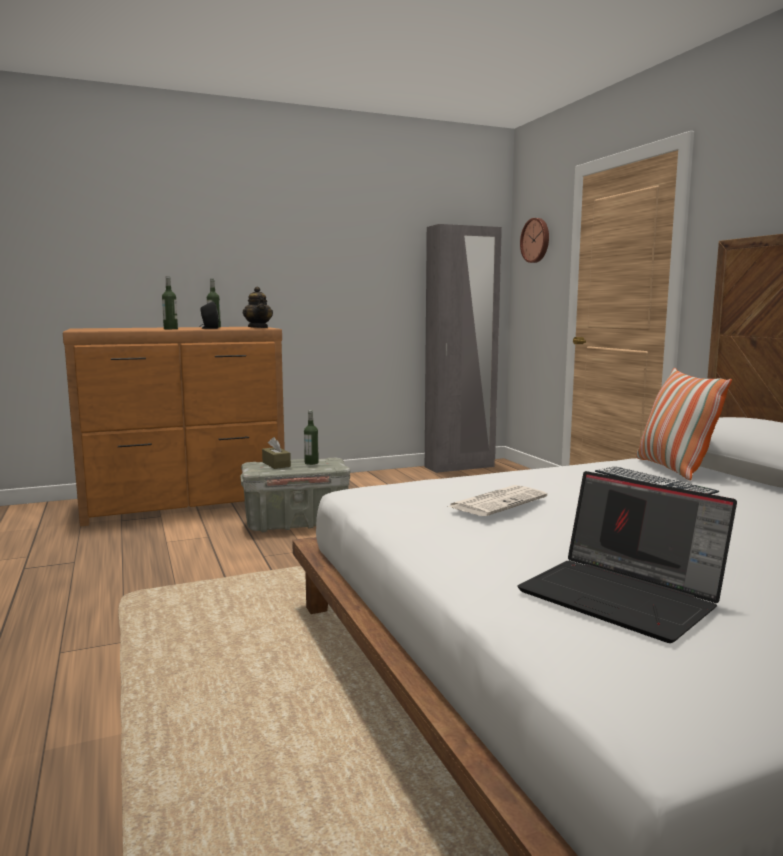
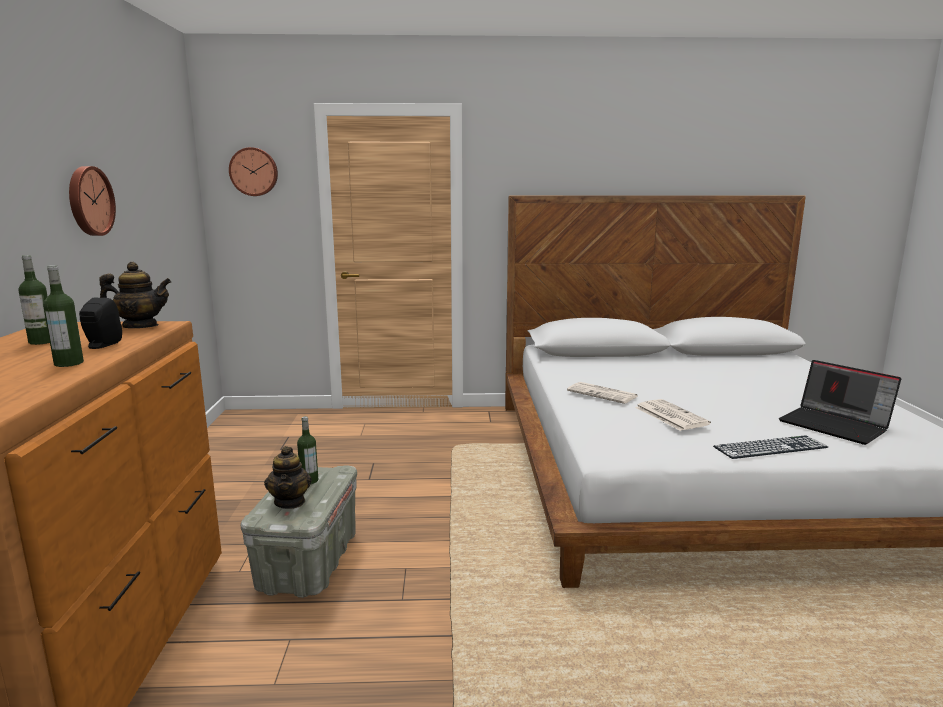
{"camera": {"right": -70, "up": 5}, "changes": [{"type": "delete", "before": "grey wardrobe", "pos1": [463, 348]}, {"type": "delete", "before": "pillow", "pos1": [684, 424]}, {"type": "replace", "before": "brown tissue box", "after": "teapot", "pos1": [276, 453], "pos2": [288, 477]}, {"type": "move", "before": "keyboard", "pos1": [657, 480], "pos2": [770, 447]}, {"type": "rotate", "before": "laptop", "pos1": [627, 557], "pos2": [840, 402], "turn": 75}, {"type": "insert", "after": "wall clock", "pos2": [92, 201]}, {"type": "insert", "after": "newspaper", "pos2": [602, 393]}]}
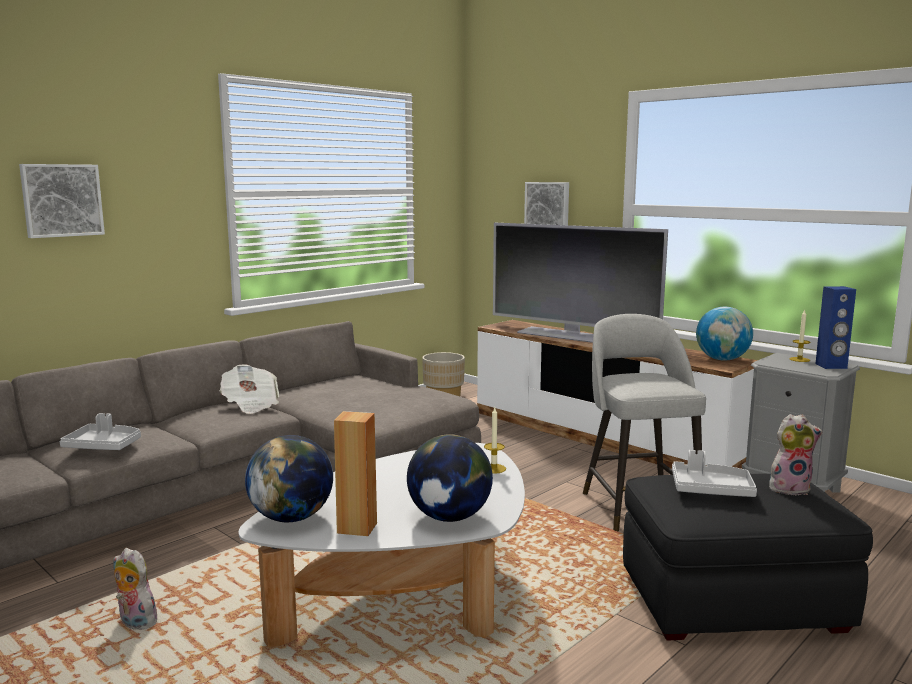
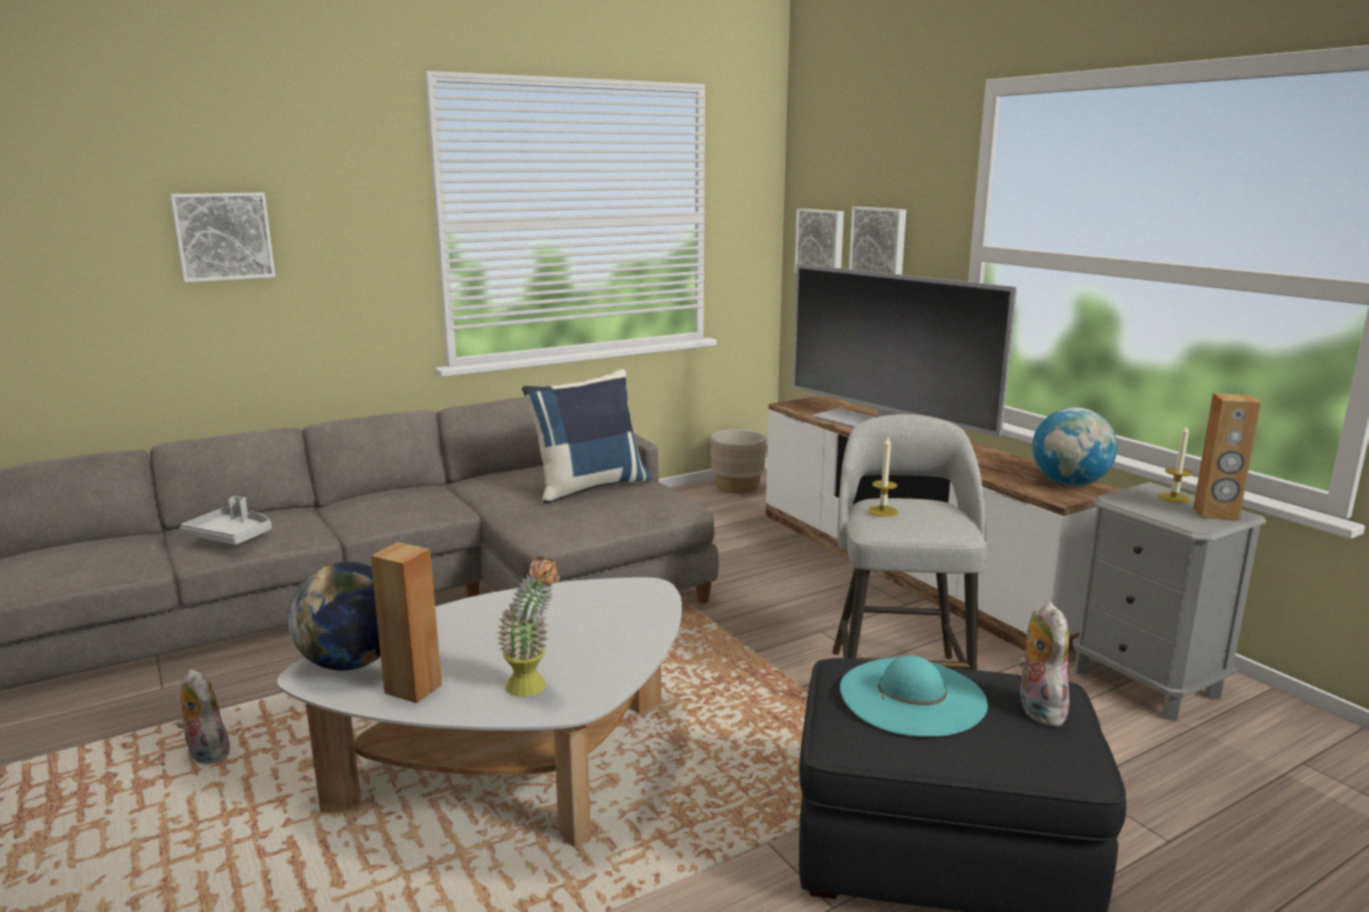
{"camera": {"right": 15, "up": 5}, "changes": [{"type": "recolor", "before": "blue speaker", "after": "brown speaker", "pos1": [835, 327], "pos2": [1227, 457]}, {"type": "delete", "before": "newspaper", "pos1": [249, 389]}, {"type": "move", "before": "candle", "pos1": [495, 441], "pos2": [883, 477]}, {"type": "rotate", "before": "plush toy", "pos1": [796, 454], "pos2": [1043, 664], "turn": -105}, {"type": "replace", "before": "globe", "after": "potted plant", "pos1": [450, 478], "pos2": [528, 627]}, {"type": "replace", "before": "grey tray", "after": "turquoise hat", "pos1": [714, 473], "pos2": [914, 696]}, {"type": "insert", "after": "picture", "pos2": [819, 241]}, {"type": "insert", "after": "blue pillow", "pos2": [587, 436]}]}
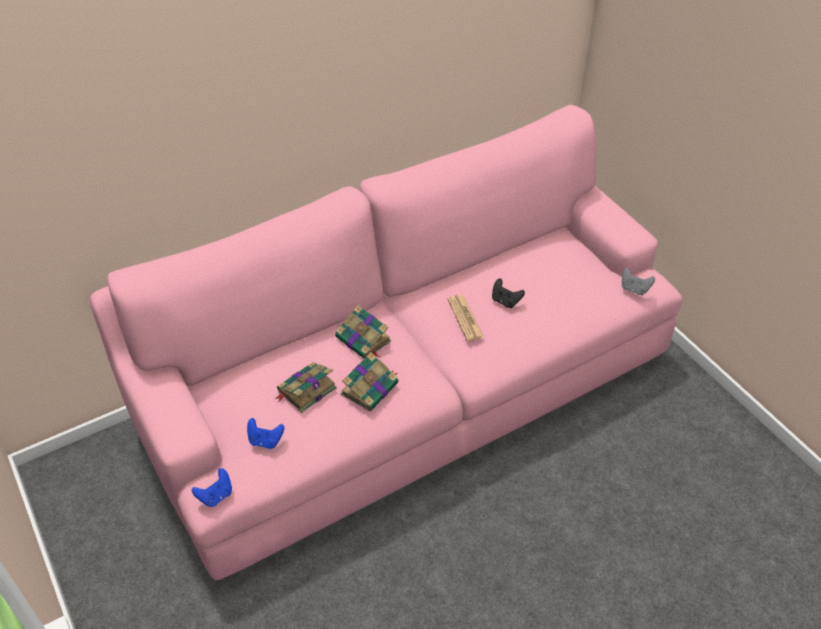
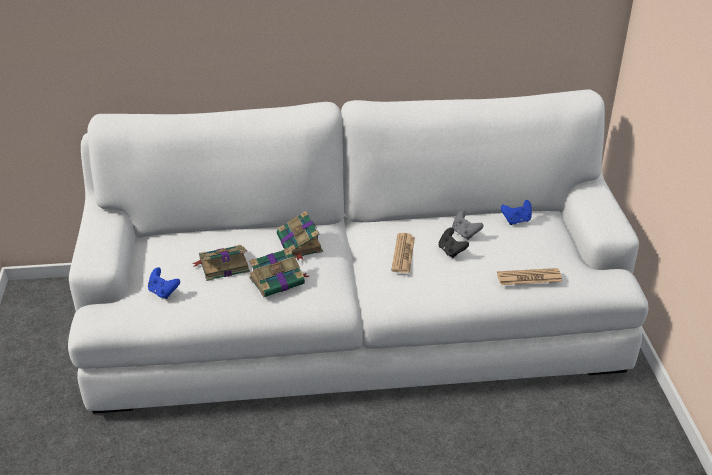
{"camera": {"right": 25, "up": -10}, "changes": [{"type": "recolor", "before": "pink sofa", "after": "white sofa", "pos1": [386, 342], "pos2": [358, 251]}, {"type": "move", "before": "grey game controller", "pos1": [638, 281], "pos2": [467, 225]}, {"type": "move", "before": "blue game controller", "pos1": [212, 487], "pos2": [516, 212]}, {"type": "insert", "after": "newspaper", "pos2": [529, 276]}]}
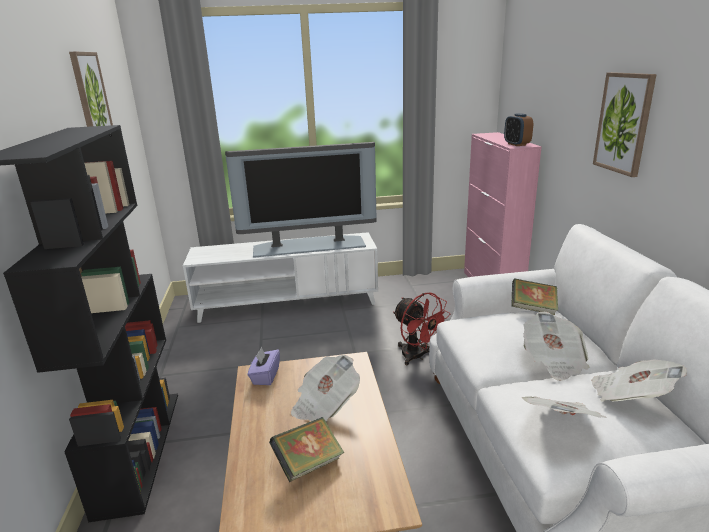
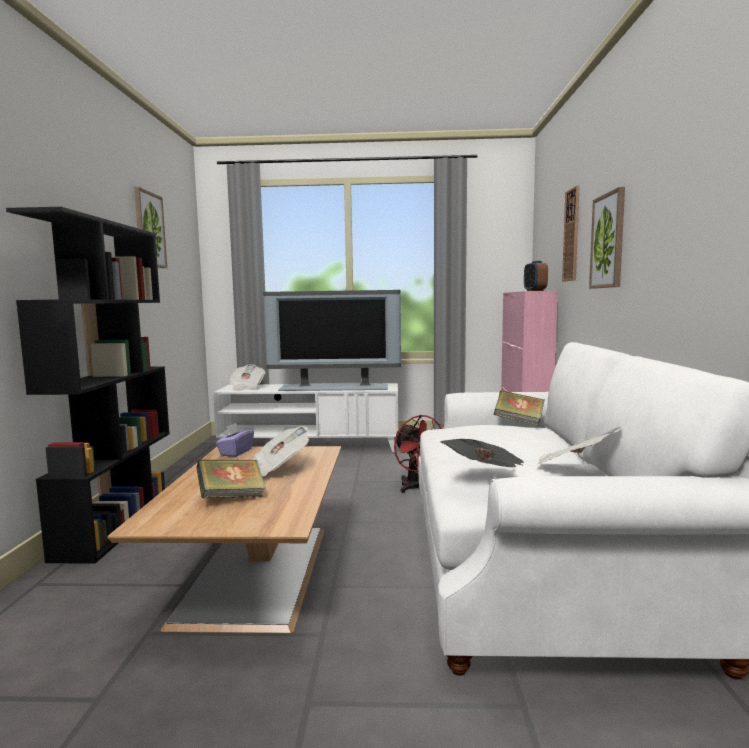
{"camera": {"right": 10, "up": -15}, "changes": [{"type": "move", "before": "newspaper", "pos1": [556, 346], "pos2": [247, 377]}, {"type": "insert", "after": "wall clock", "pos2": [571, 233]}]}
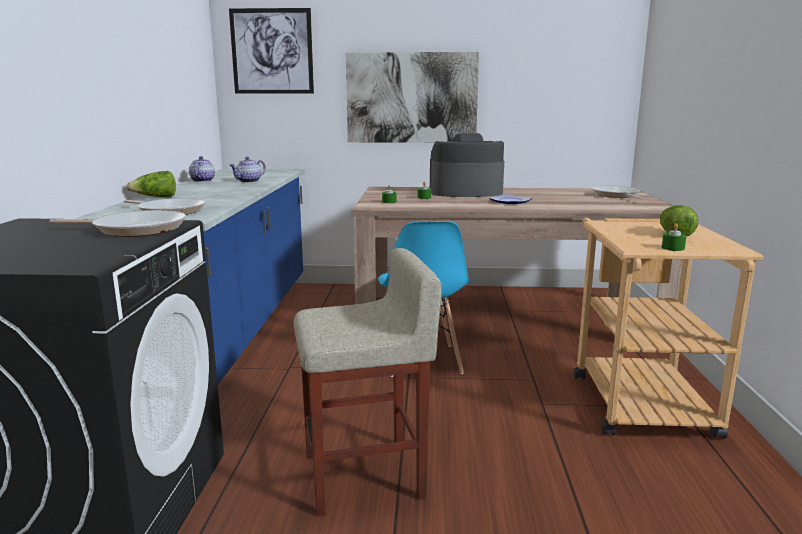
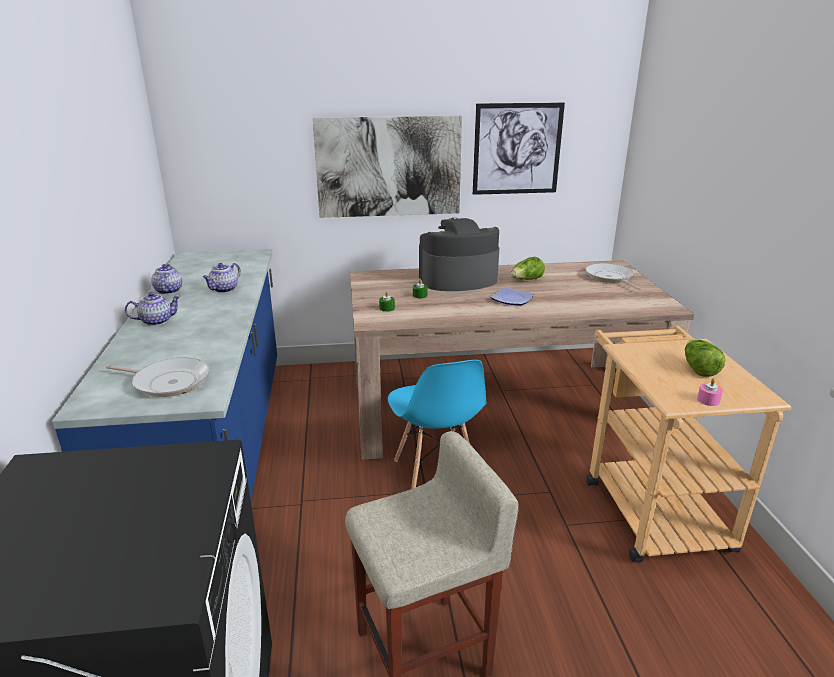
{"camera": {"right": -10, "up": 10}, "changes": [{"type": "move", "before": "picture", "pos1": [271, 51], "pos2": [519, 149]}, {"type": "move", "before": "lettuce", "pos1": [151, 184], "pos2": [527, 268]}, {"type": "delete", "before": "frying pan", "pos1": [117, 223]}, {"type": "recolor", "before": "green candle", "after": "pink candle", "pos1": [674, 237], "pos2": [710, 392]}, {"type": "insert", "after": "teapot", "pos2": [153, 309]}]}
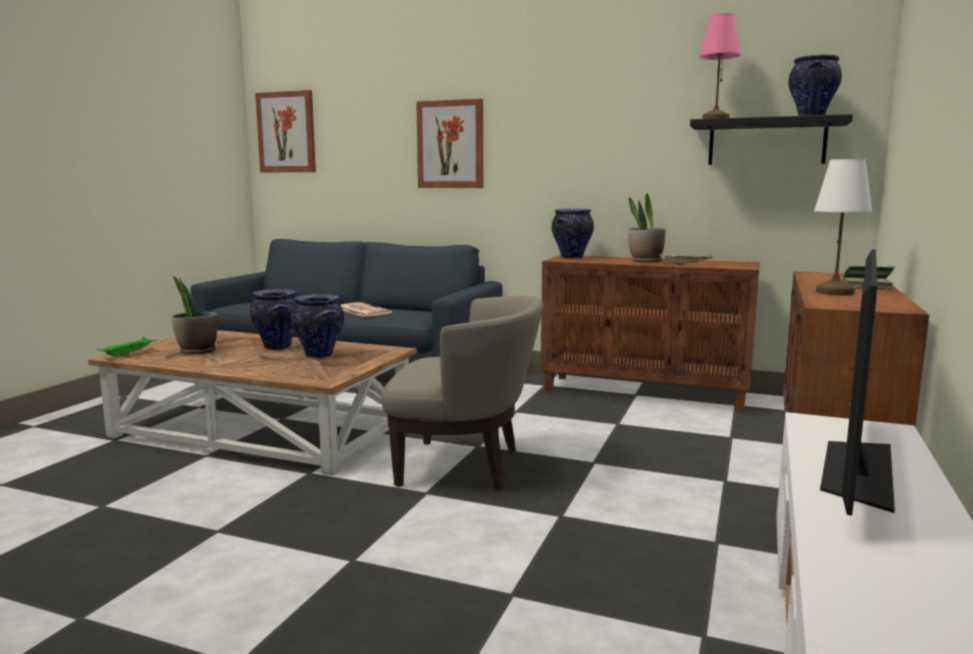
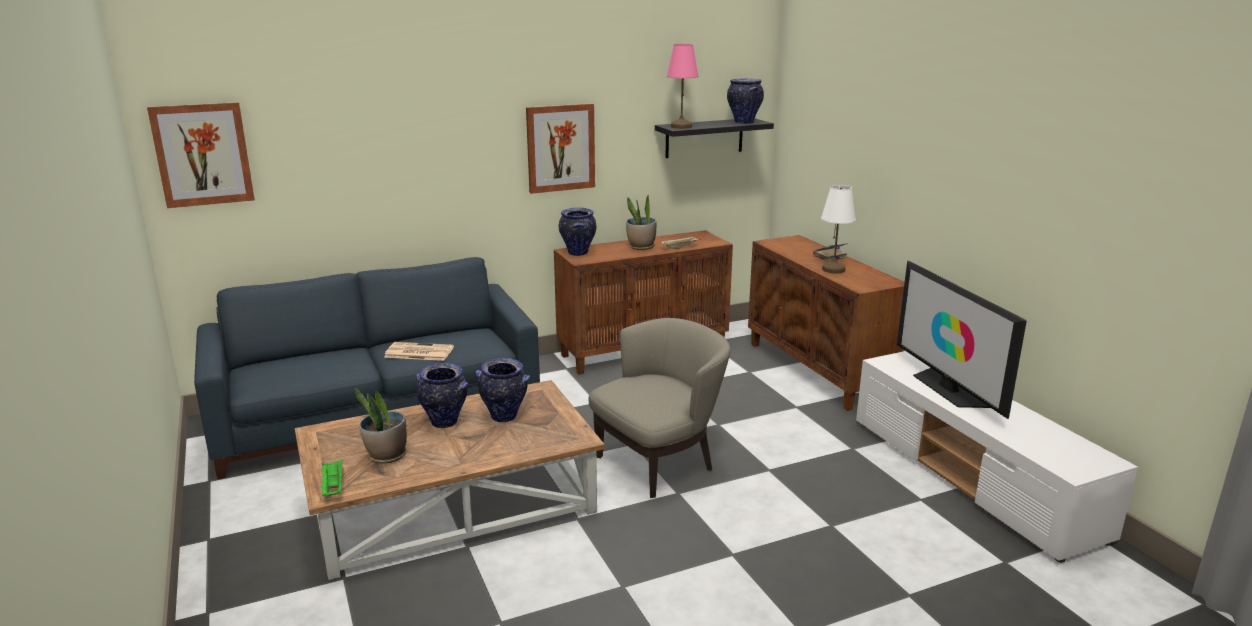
{"camera": {"right": -45, "up": 10}, "changes": [{"type": "move", "before": "picture", "pos1": [449, 143], "pos2": [560, 148]}]}
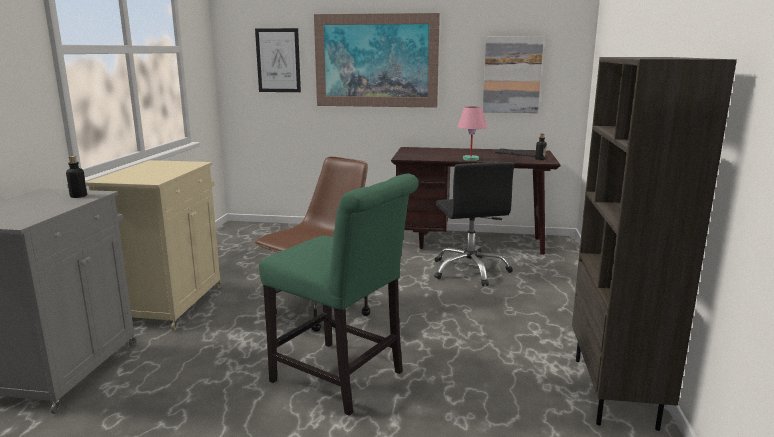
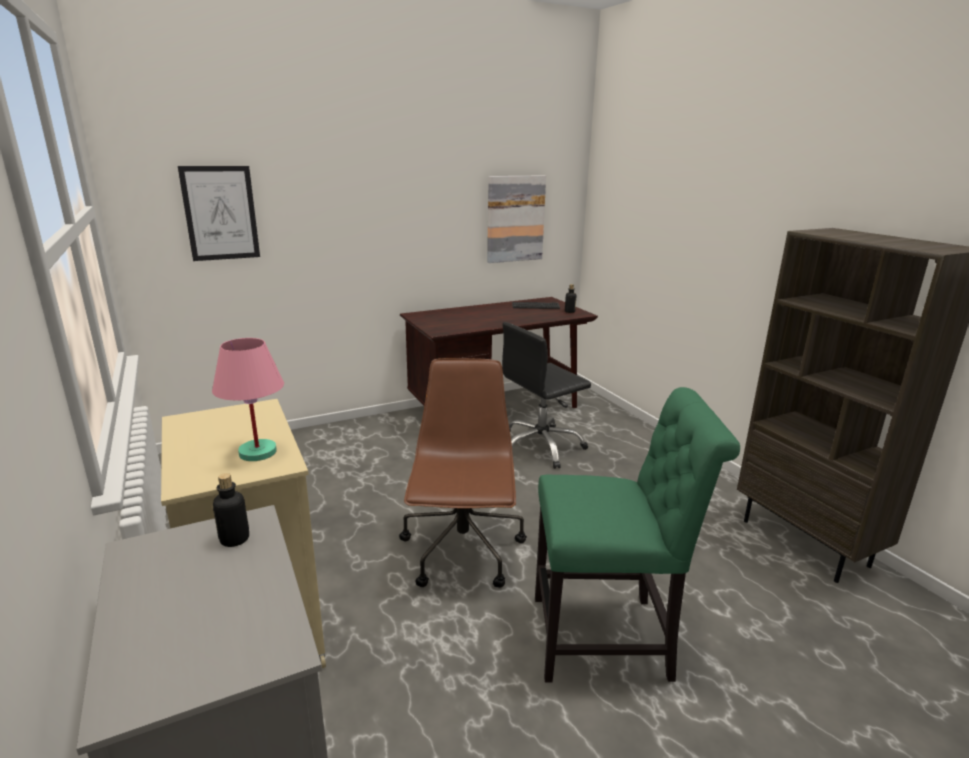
{"camera": {"right": -35, "up": 5}, "changes": [{"type": "delete", "before": "picture", "pos1": [377, 60]}, {"type": "move", "before": "pink table lamp", "pos1": [472, 133], "pos2": [248, 399]}, {"type": "rotate", "before": "black office chair", "pos1": [474, 224], "pos2": [546, 395], "turn": 105}]}
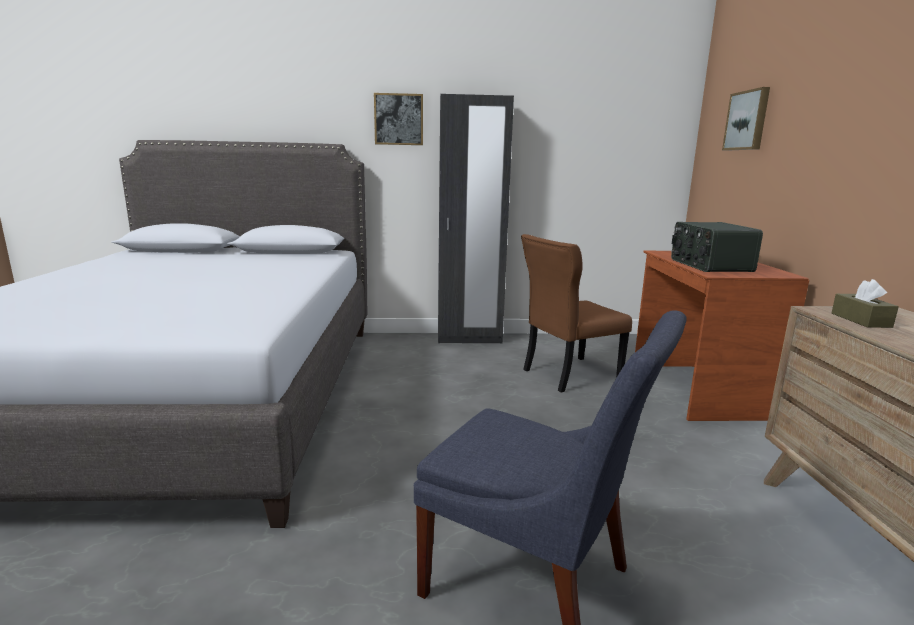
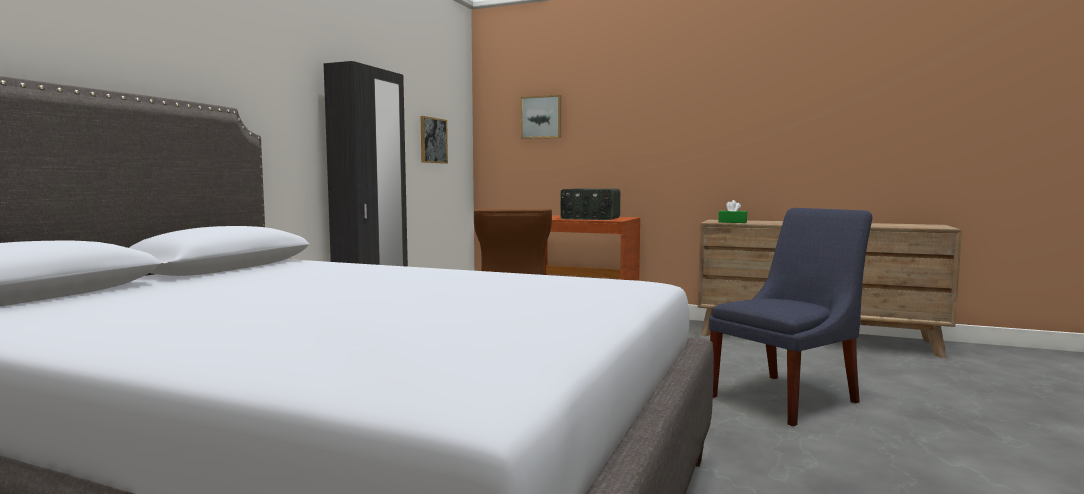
{"camera": {"right": -65, "up": -10}, "changes": [{"type": "move", "before": "picture", "pos1": [398, 119], "pos2": [434, 140]}, {"type": "recolor", "before": "brown tissue box", "after": "green tissue box", "pos1": [865, 303], "pos2": [732, 211]}]}
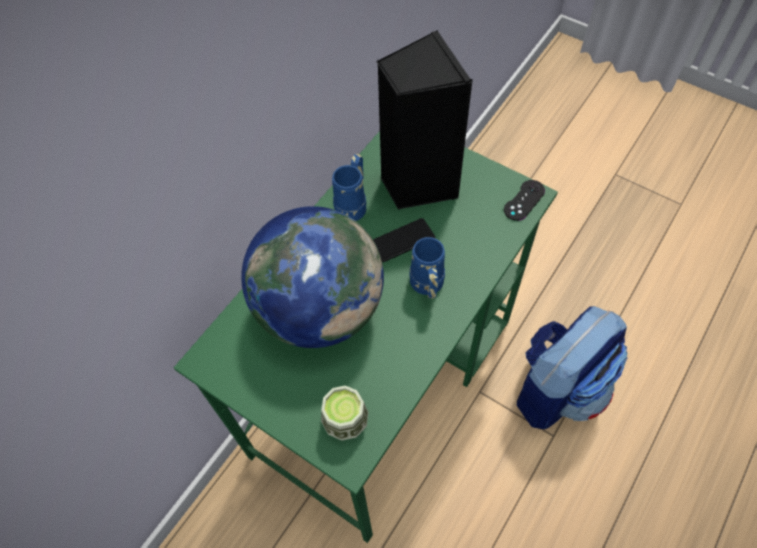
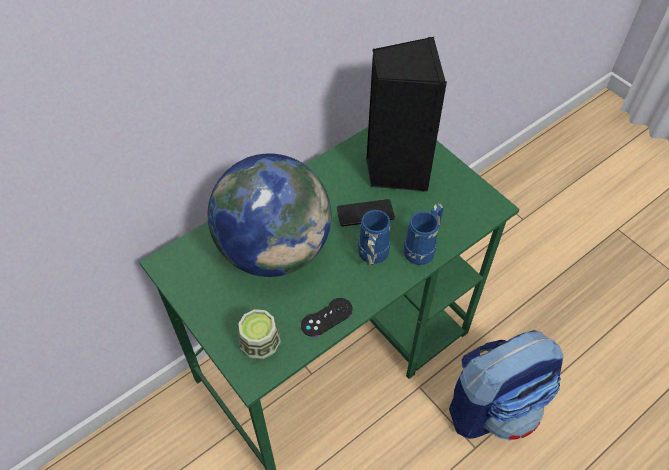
{"camera": {"right": 15, "up": -5}, "changes": [{"type": "move", "before": "blue mug", "pos1": [349, 187], "pos2": [424, 234]}, {"type": "move", "before": "black game controller", "pos1": [524, 200], "pos2": [327, 317]}]}
